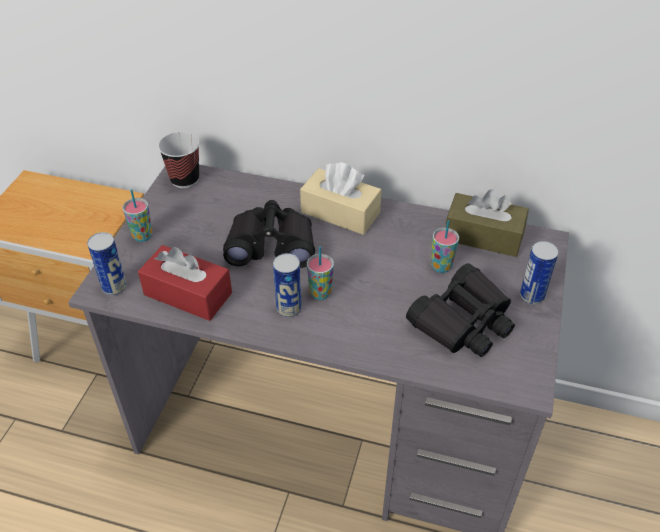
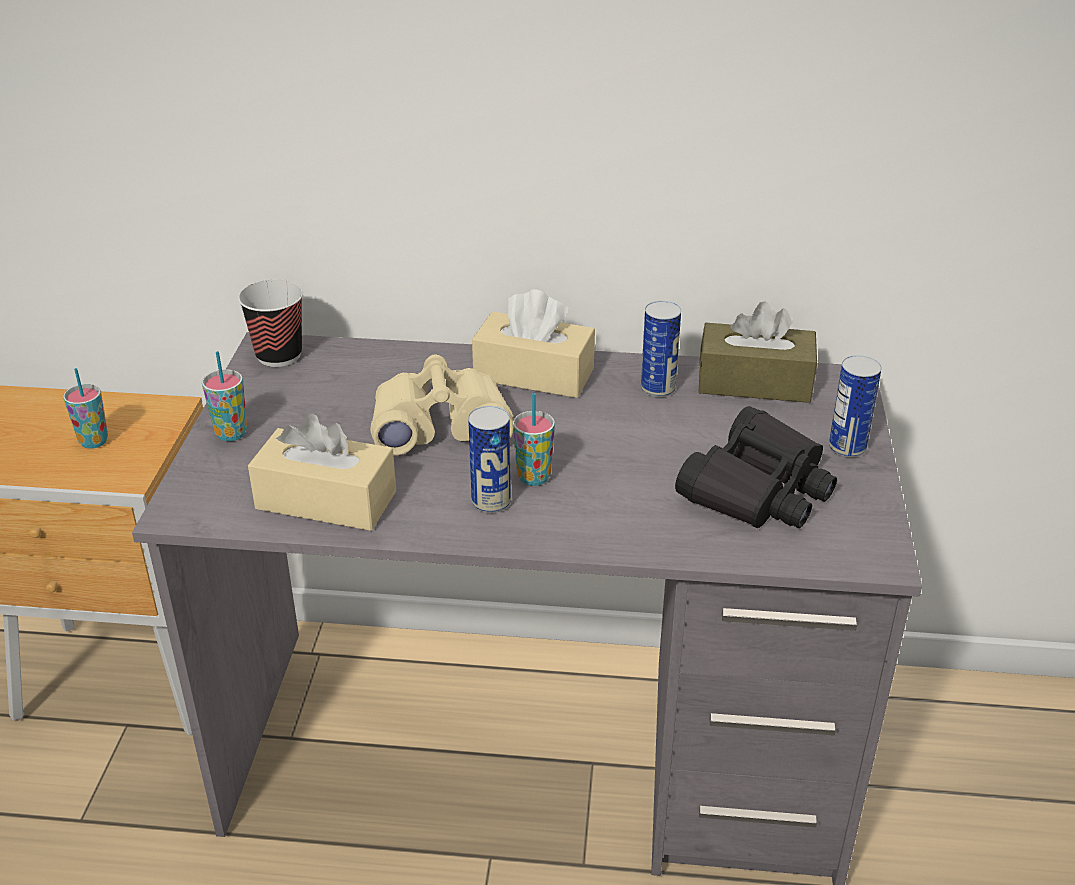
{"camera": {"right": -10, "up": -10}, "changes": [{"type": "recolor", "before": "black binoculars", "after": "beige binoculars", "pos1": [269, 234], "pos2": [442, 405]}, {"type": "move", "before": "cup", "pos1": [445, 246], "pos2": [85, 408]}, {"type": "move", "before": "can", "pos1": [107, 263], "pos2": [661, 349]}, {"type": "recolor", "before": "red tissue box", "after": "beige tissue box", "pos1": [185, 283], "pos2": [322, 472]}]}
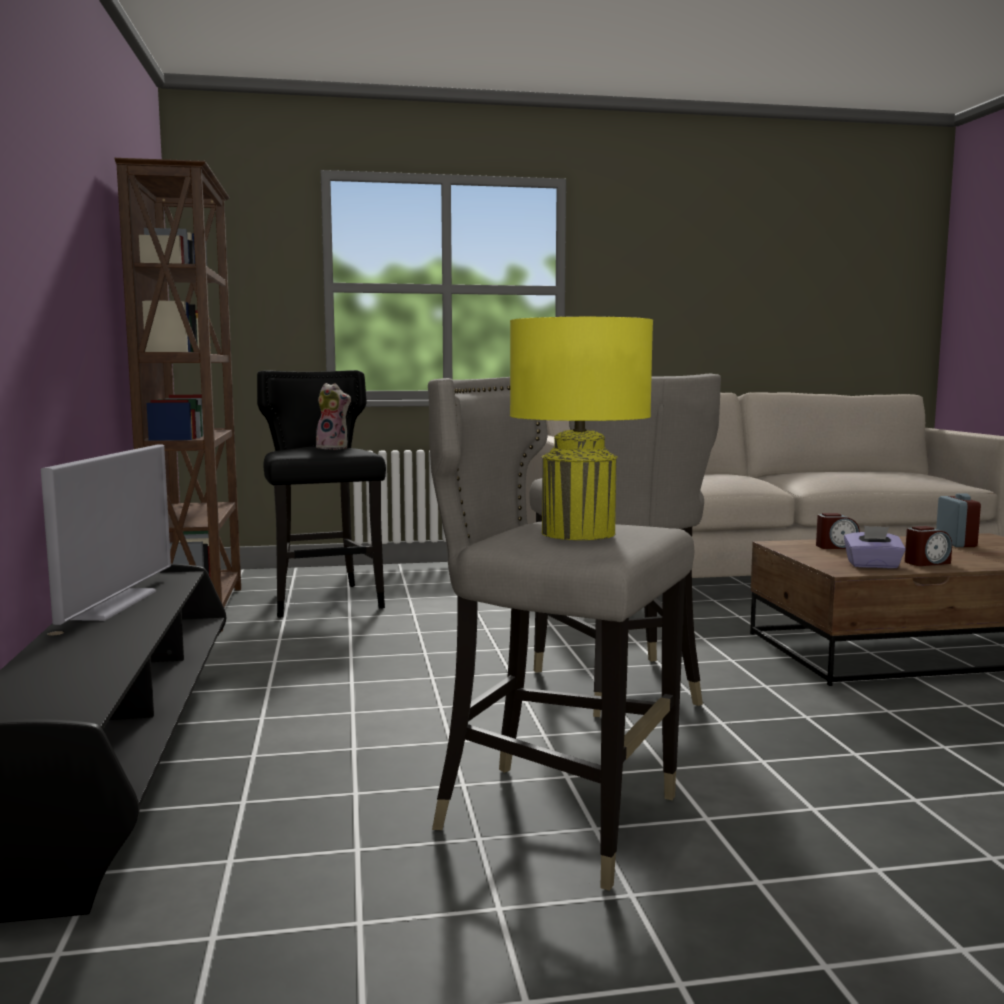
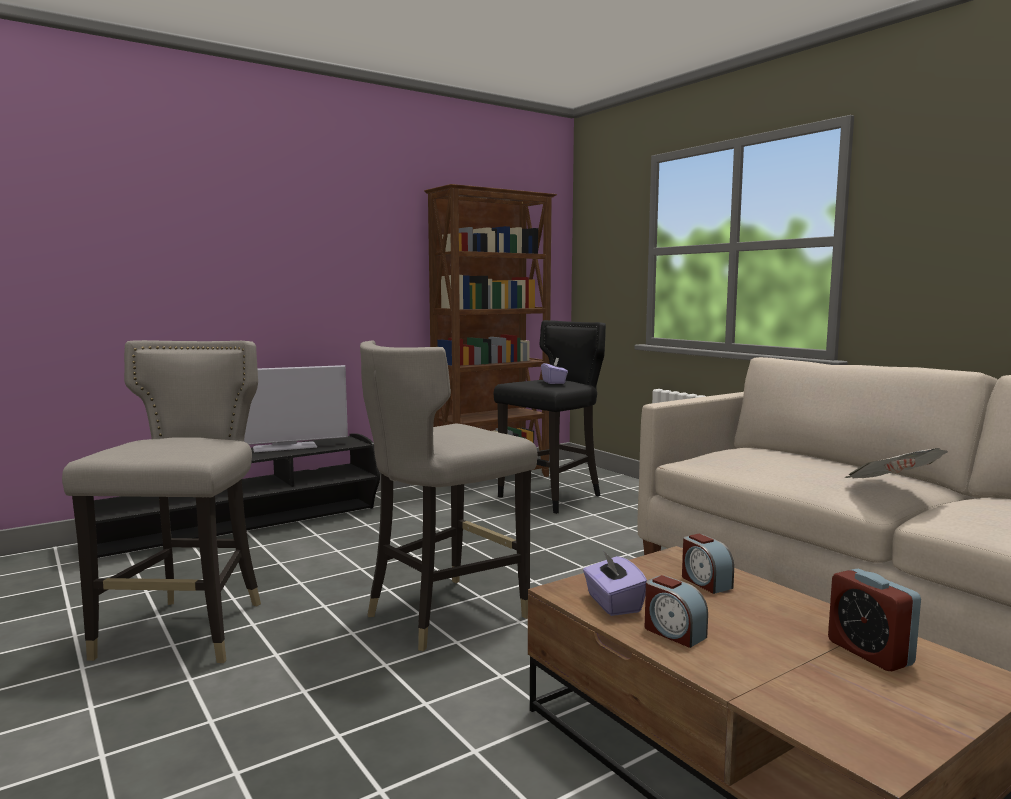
{"camera": {"right": 65, "up": 0}, "changes": [{"type": "delete", "before": "yellow table lamp", "pos1": [581, 428]}, {"type": "replace", "before": "plush toy", "after": "purple tissue box", "pos1": [333, 416], "pos2": [554, 370]}, {"type": "rotate", "before": "alarm clock", "pos1": [958, 520], "pos2": [874, 620], "turn": 90}, {"type": "insert", "after": "newspaper", "pos2": [896, 463]}]}
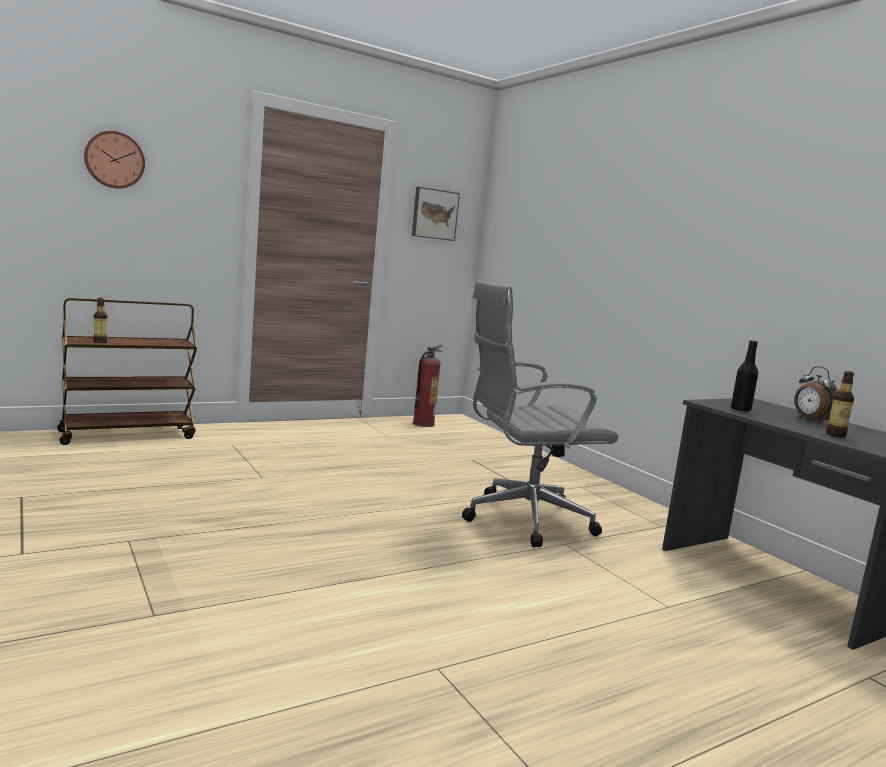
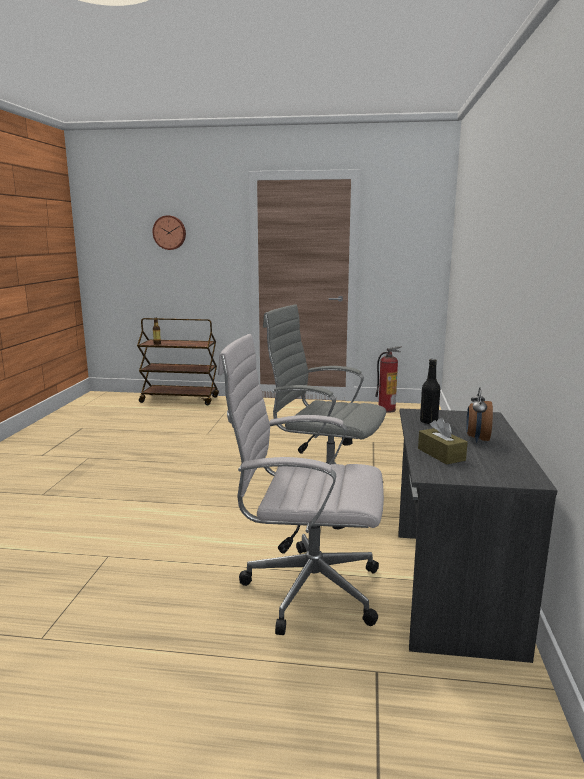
{"camera": {"right": 40, "up": 5}, "changes": [{"type": "delete", "before": "picture", "pos1": [436, 214]}, {"type": "replace", "before": "bottle", "after": "brown tissue box", "pos1": [840, 404], "pos2": [443, 441]}, {"type": "insert", "after": "white office chair", "pos2": [301, 484]}]}
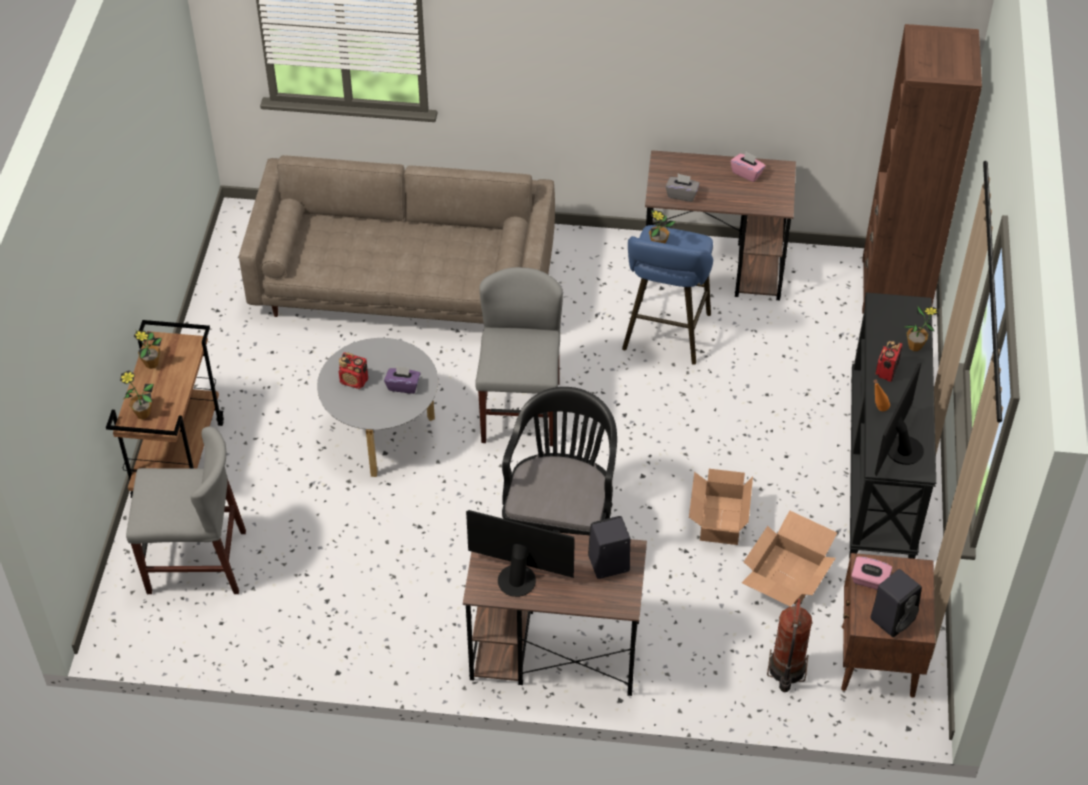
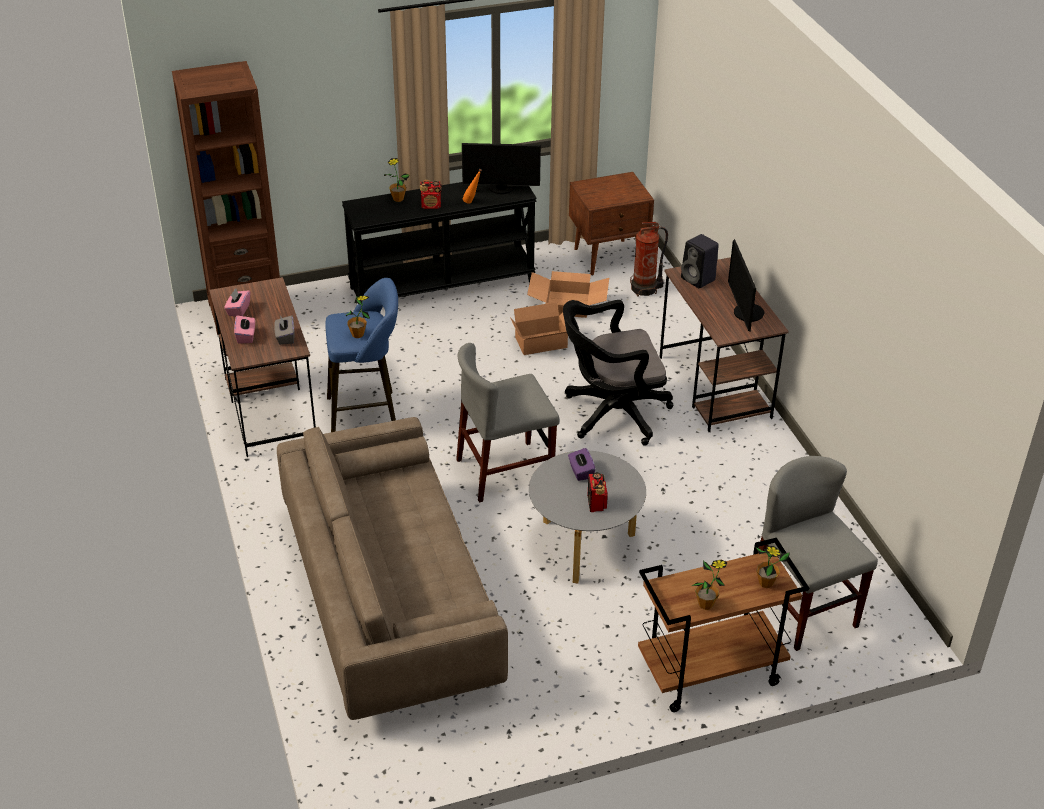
{"camera": {"right": -115, "up": -10}, "changes": [{"type": "move", "before": "pink tissue box", "pos1": [871, 573], "pos2": [244, 329]}, {"type": "delete", "before": "black speaker", "pos1": [896, 603]}]}
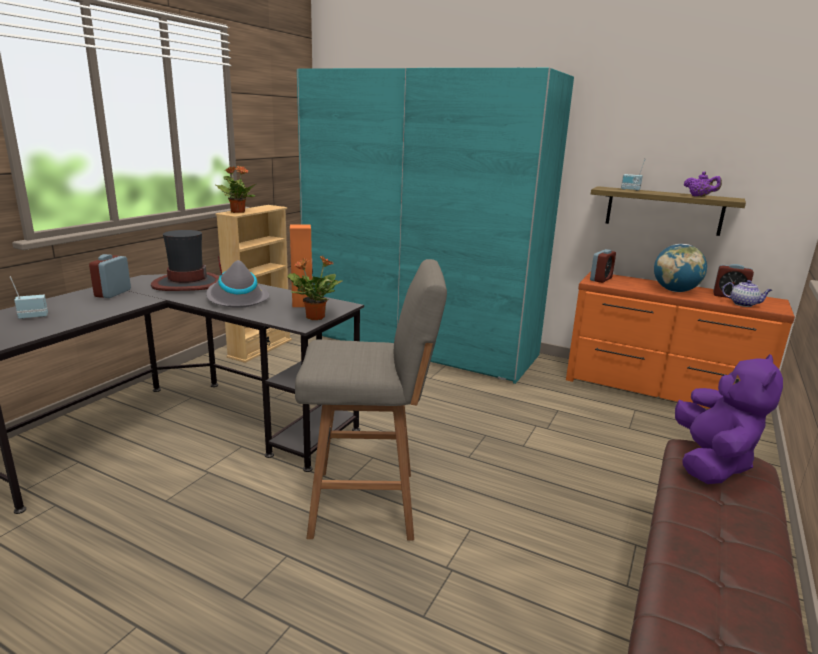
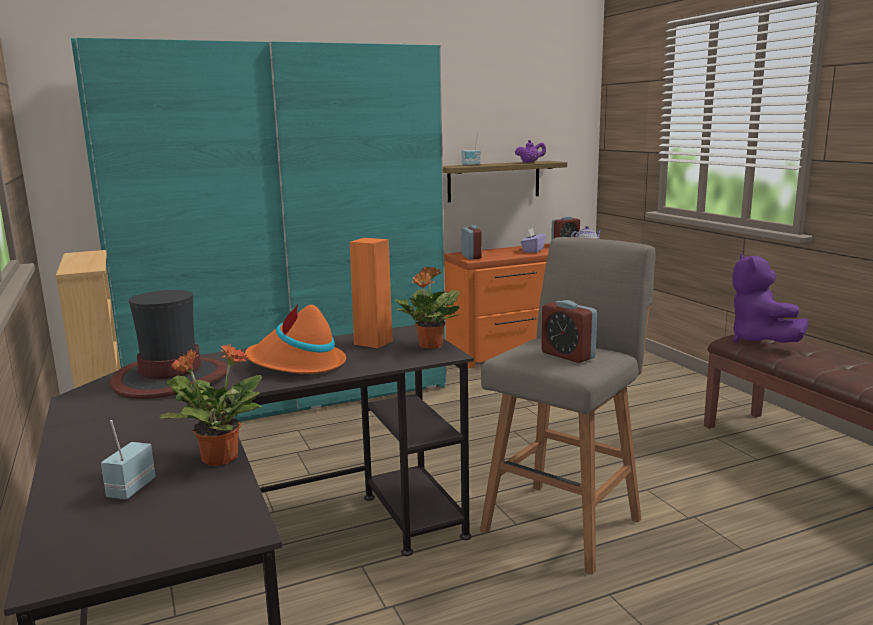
{"camera": {"right": -50, "up": -5}, "changes": [{"type": "move", "before": "potted plant", "pos1": [235, 189], "pos2": [210, 405]}, {"type": "replace", "before": "globe", "after": "purple tissue box", "pos1": [680, 268], "pos2": [533, 240]}, {"type": "move", "before": "alarm clock", "pos1": [110, 276], "pos2": [569, 331]}, {"type": "recolor", "before": "grey hat", "after": "orange hat", "pos1": [237, 282], "pos2": [295, 338]}, {"type": "rotate", "before": "purple plush toy", "pos1": [729, 419], "pos2": [770, 298], "turn": -150}]}
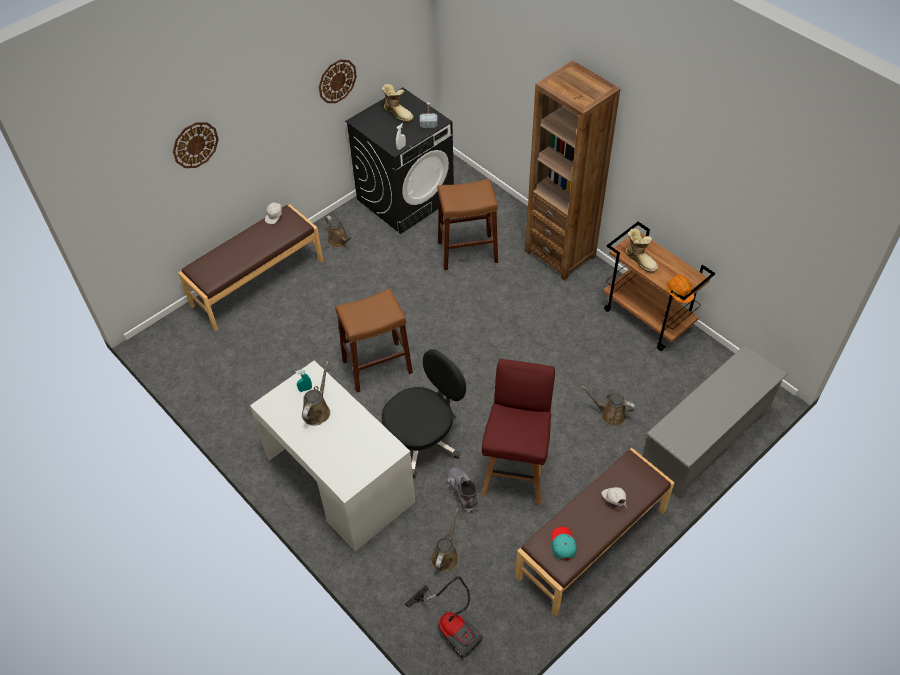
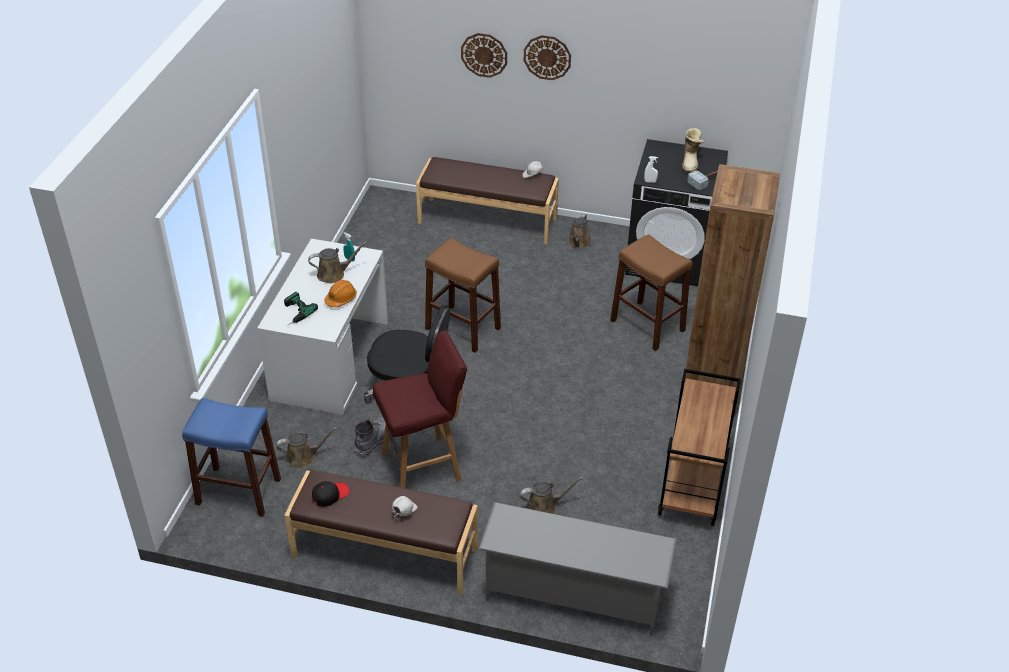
{"camera": {"right": 55, "up": -10}, "changes": [{"type": "move", "before": "wall clock", "pos1": [338, 81], "pos2": [547, 57]}, {"type": "delete", "before": "boot", "pos1": [641, 251]}, {"type": "move", "before": "orange hard hat", "pos1": [680, 289], "pos2": [340, 293]}, {"type": "rotate", "before": "brown watering can", "pos1": [608, 406], "pos2": [551, 495], "turn": 90}, {"type": "recolor", "before": "turquoise cap", "after": "black cap", "pos1": [564, 543], "pos2": [330, 494]}, {"type": "replace", "before": "vacuum cleaner", "after": "blue stool", "pos1": [444, 617], "pos2": [231, 457]}, {"type": "insert", "after": "power drill", "pos2": [301, 308]}]}
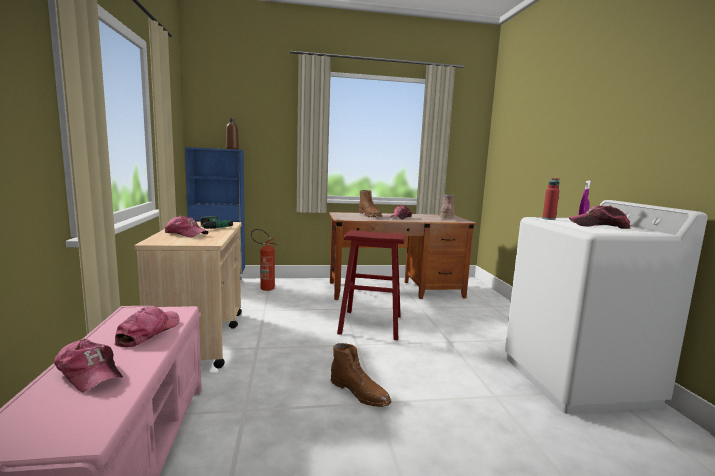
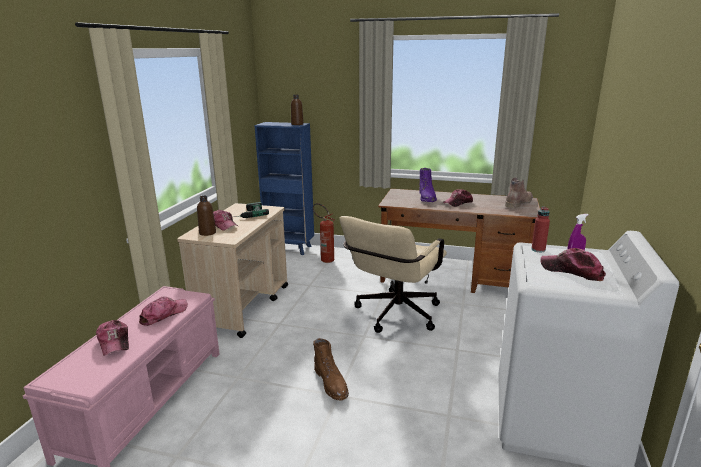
{"camera": {"right": 25, "up": 10}, "changes": [{"type": "recolor", "before": "brown boot", "after": "purple boot", "pos1": [370, 203], "pos2": [428, 185]}, {"type": "replace", "before": "red stool", "after": "beige office chair", "pos1": [371, 285], "pos2": [393, 274]}, {"type": "insert", "after": "brown bottle", "pos2": [206, 216]}]}
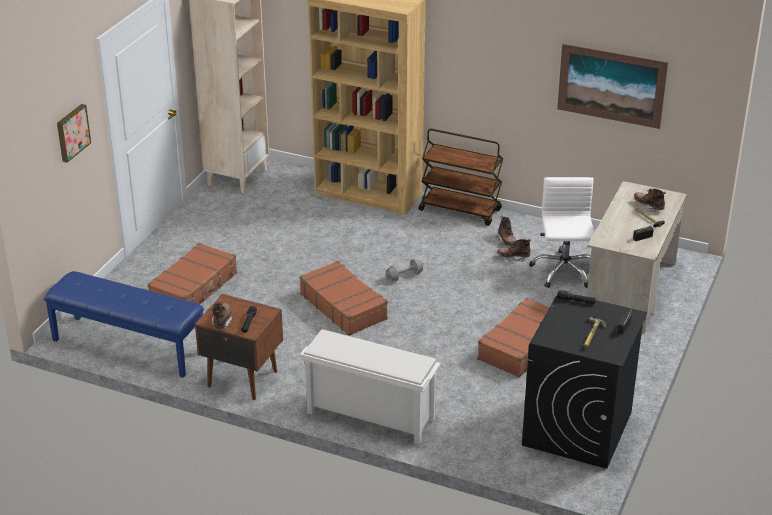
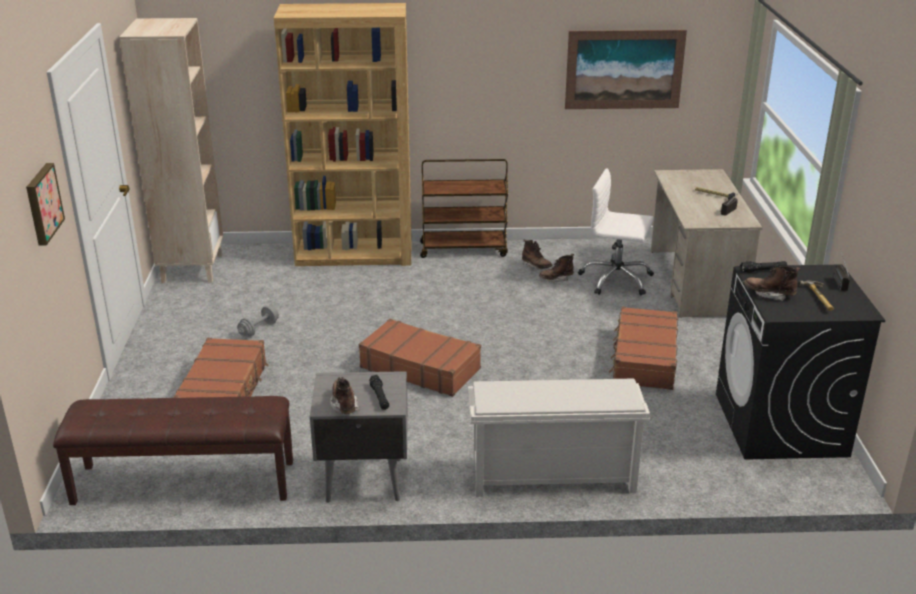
{"camera": {"right": -25, "up": -5}, "changes": [{"type": "rotate", "before": "white office chair", "pos1": [561, 232], "pos2": [616, 231], "turn": -45}, {"type": "move", "before": "brown boot", "pos1": [650, 200], "pos2": [772, 283]}, {"type": "move", "before": "grey dumbbell", "pos1": [404, 270], "pos2": [258, 321]}, {"type": "recolor", "before": "blue bench", "after": "brown bench", "pos1": [124, 324], "pos2": [173, 450]}, {"type": "recolor", "before": "brown nightstand", "after": "grey nightstand", "pos1": [239, 347], "pos2": [359, 437]}]}
